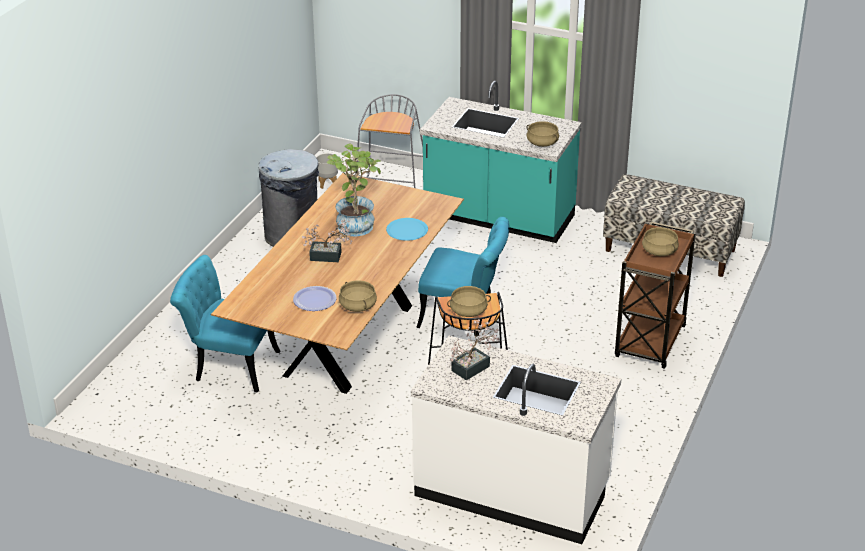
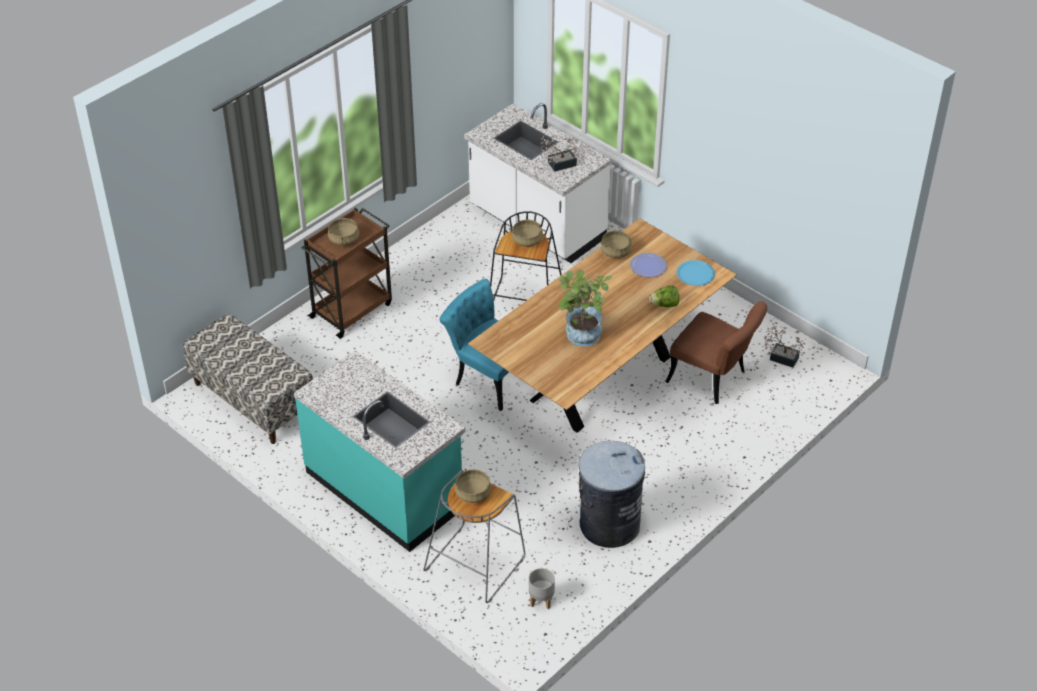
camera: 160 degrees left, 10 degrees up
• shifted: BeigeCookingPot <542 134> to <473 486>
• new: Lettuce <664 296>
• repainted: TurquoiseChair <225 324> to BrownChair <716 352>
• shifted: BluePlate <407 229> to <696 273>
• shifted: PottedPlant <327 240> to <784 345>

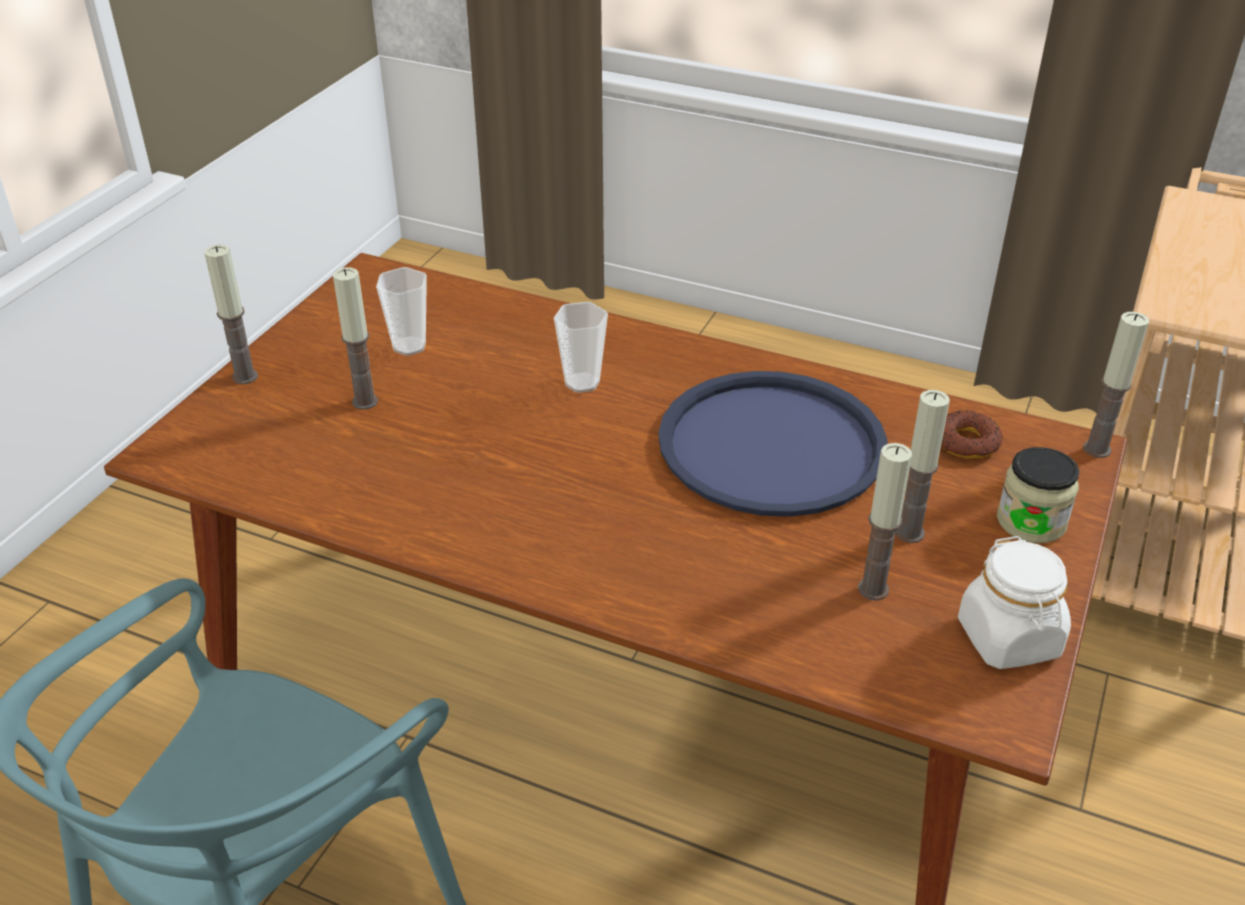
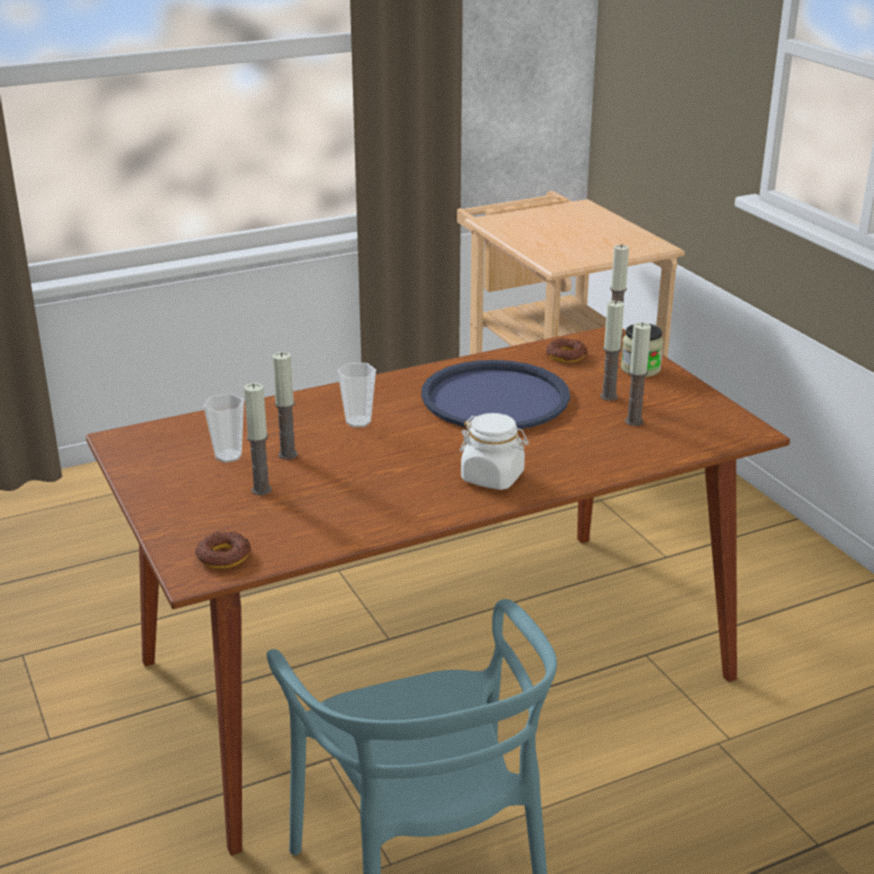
camera: 50 degrees left, 10 degrees down
• new: Donut <223 550>
• shifted: Candle <231 314> to <285 406>
• shifted: WhiteJar <1014 602> to <494 451>

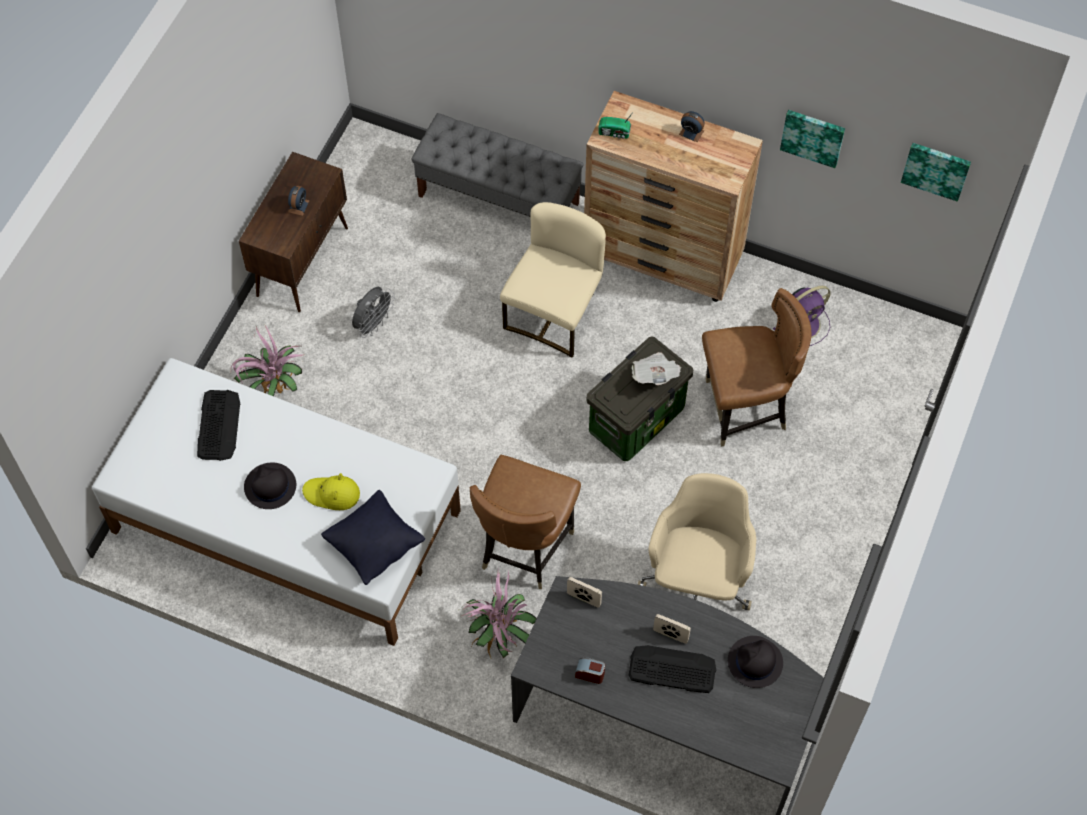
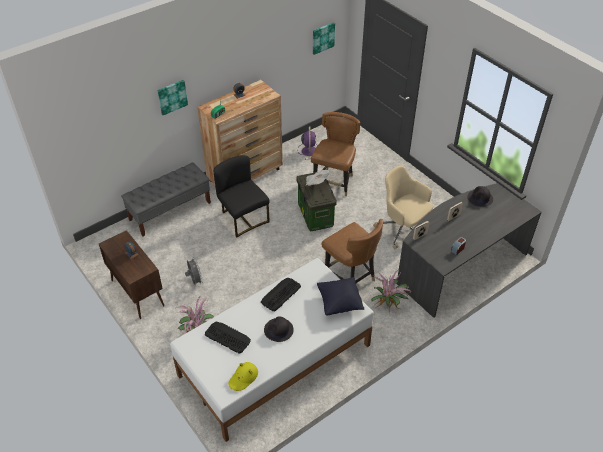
camera: 60 degrees left, 15 degrees down
• shifted: Picture <812 139> to <172 97>
• repainted: BeigeChair <553 280> to BlackChair <241 196>
• shifted: YellowHat <331 491> to <243 376>
• shifted: Keyboard <672 669> to <281 294>

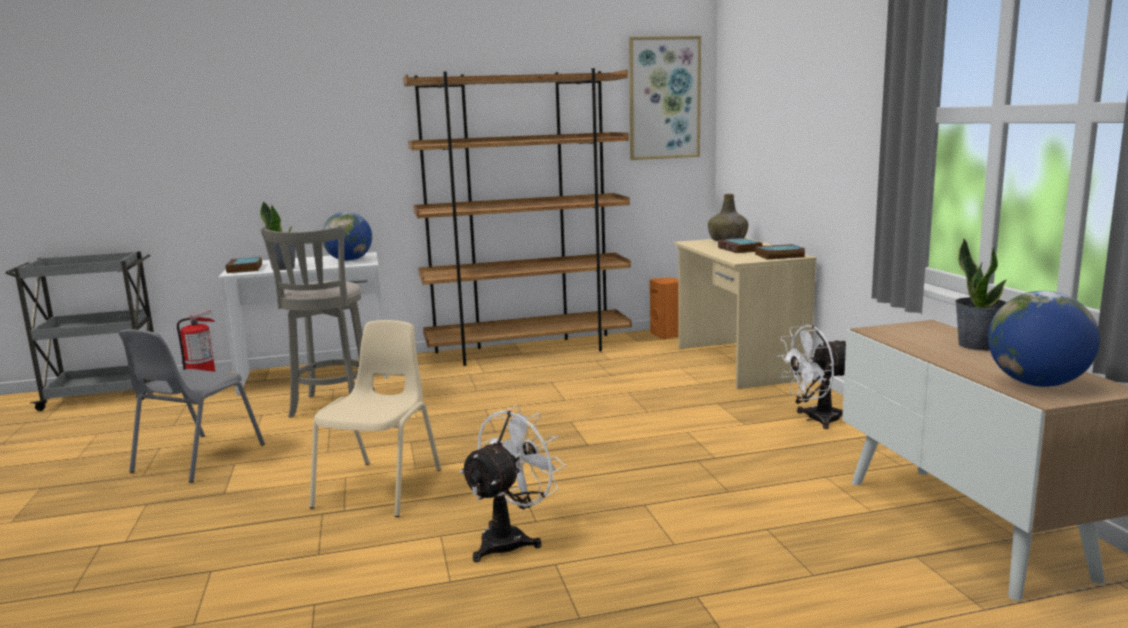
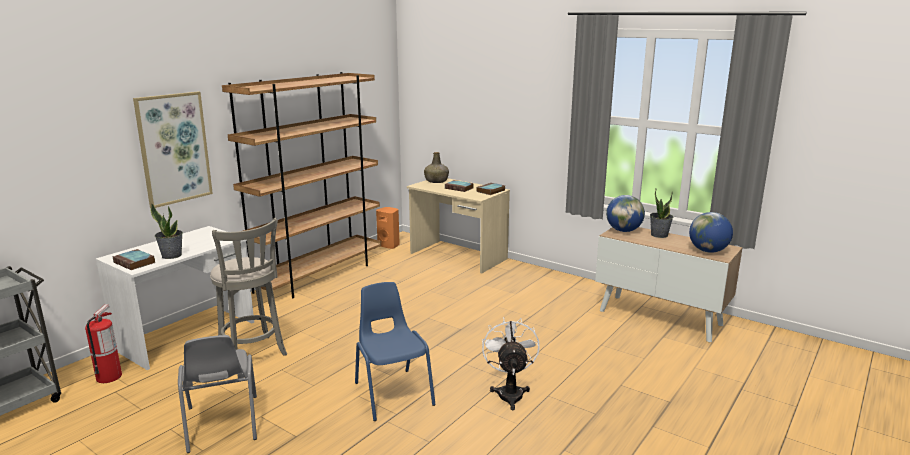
camera: 40 degrees left, 5 degrees up
• shifted: Picture <665 98> to <173 149>
• repainted: BeigeChair <375 418> to BlueChair <395 351>
• shifted: Globe <347 236> to <625 213>
• gone: WhiteFan <811 377>

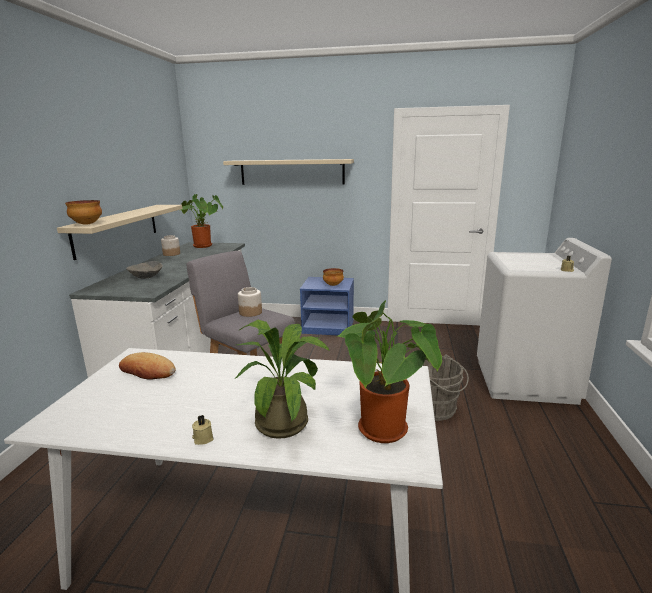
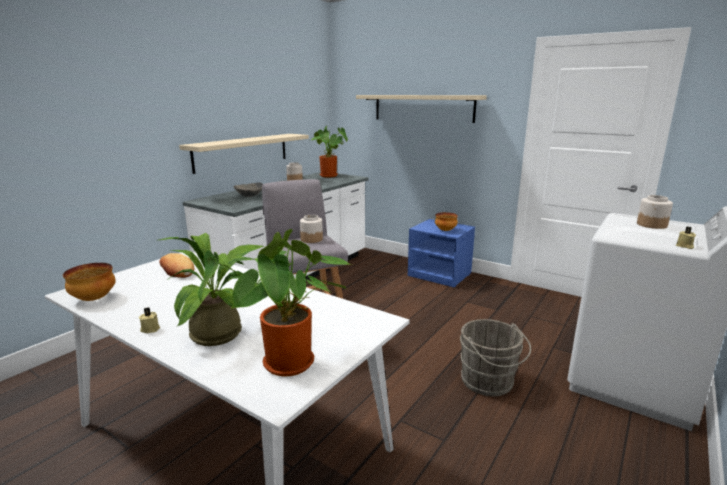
camera: 25 degrees right, 0 degrees up
• shifted: Bowl <83 212> to <89 282>
• new: Jar <655 212>

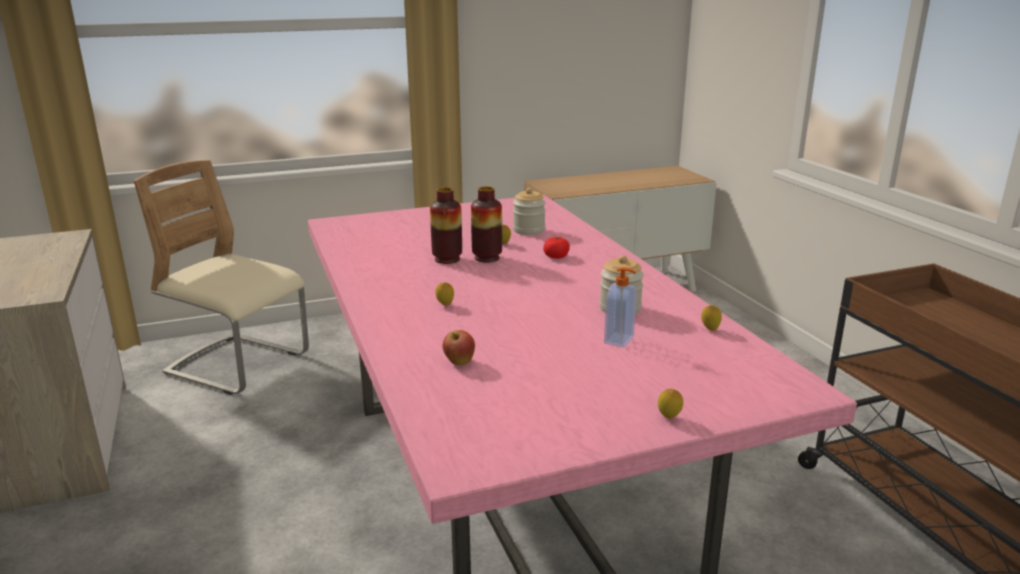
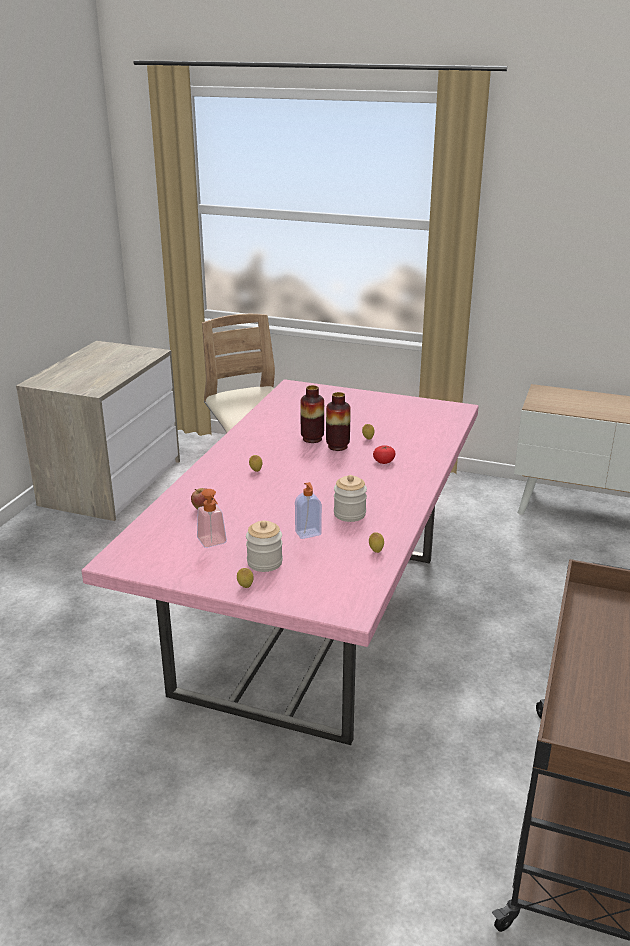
camera: 40 degrees right, 5 degrees up
• new: SoapDispenser <212 518>
• shifted: Jar <529 211> to <264 546>

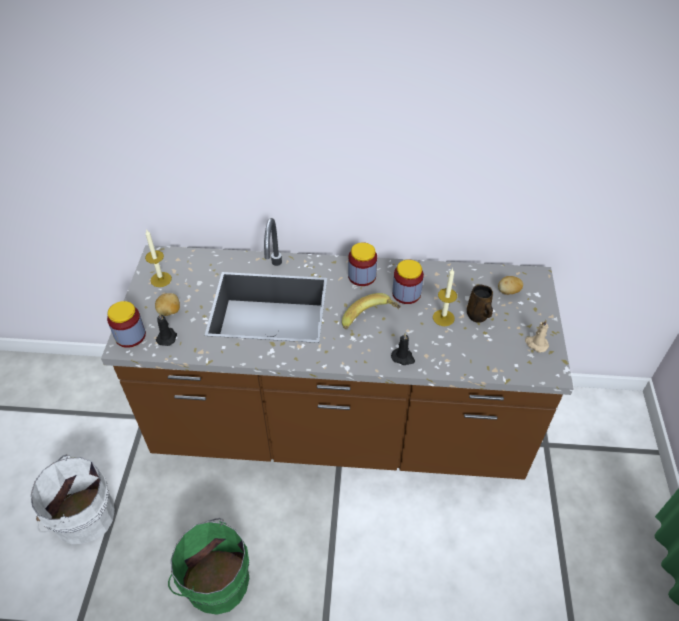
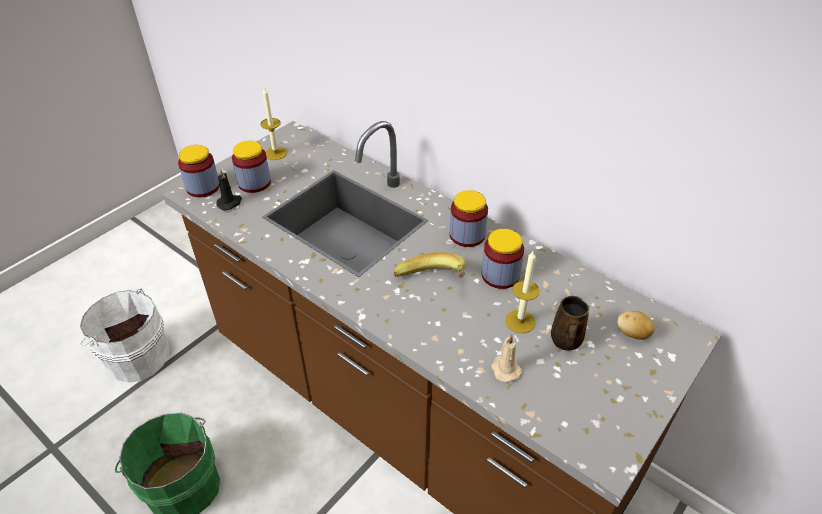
camera: 35 degrees right, 5 degrees down
• swapped: Potato <167 304> to Jar <251 167>
• shifted: BeigeCandle <537 335> to <506 358>
• gone: BlackCandle <403 348>

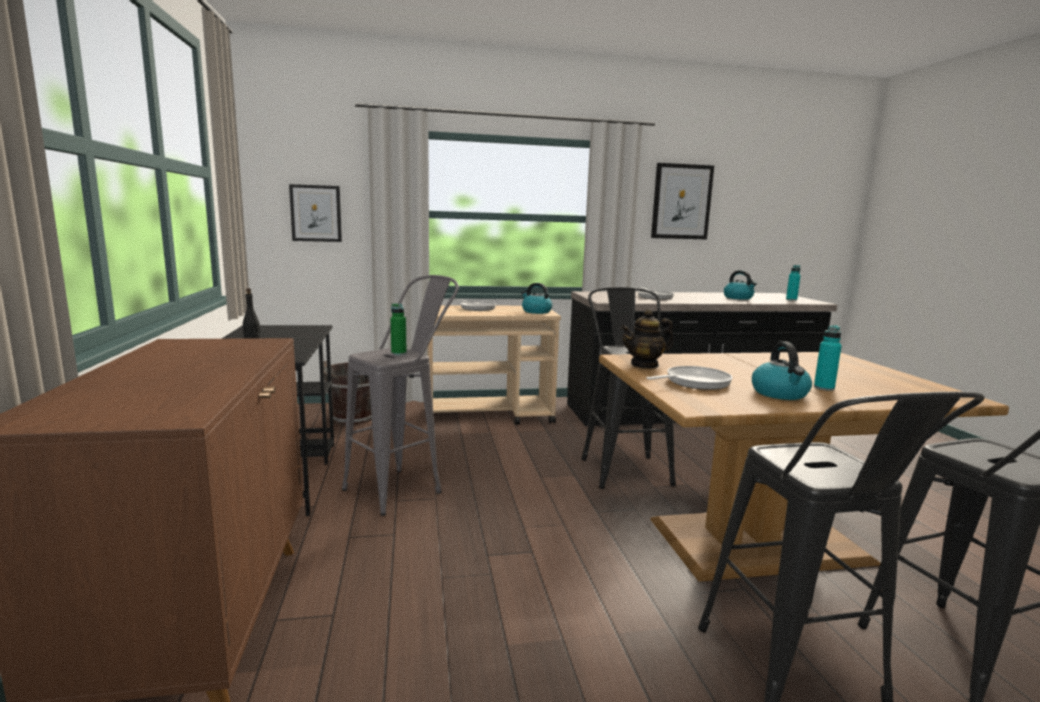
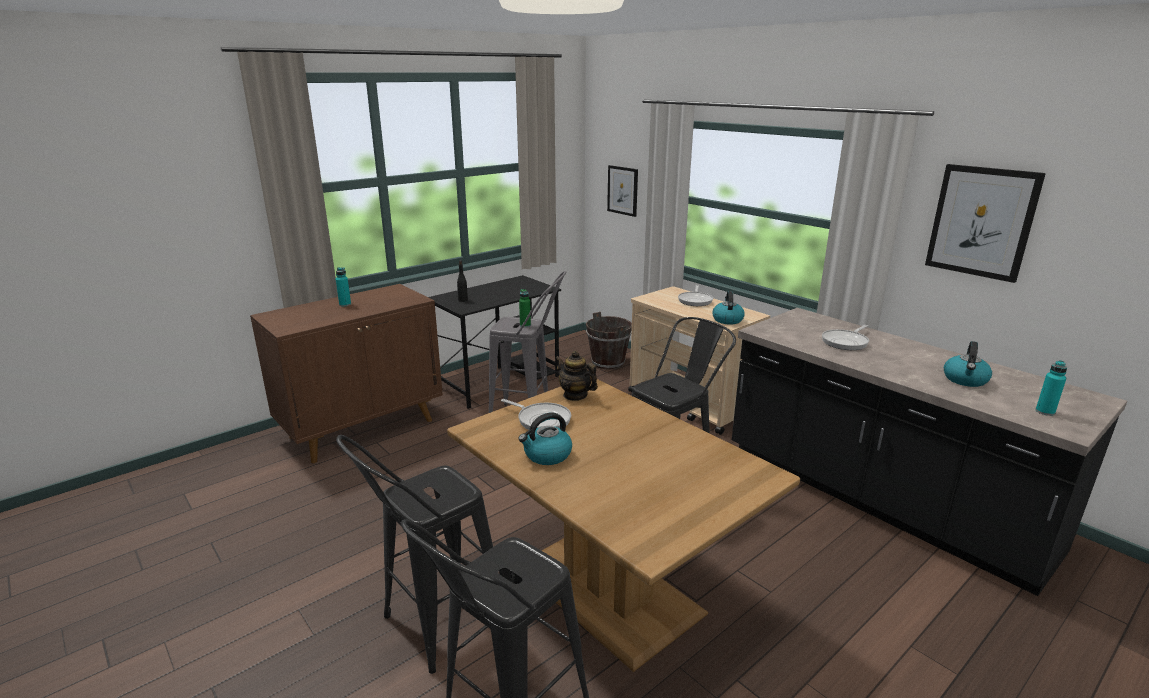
camera: 60 degrees right, 10 degrees up
• shifted: TurquoiseBottle <828 358> to <343 286>

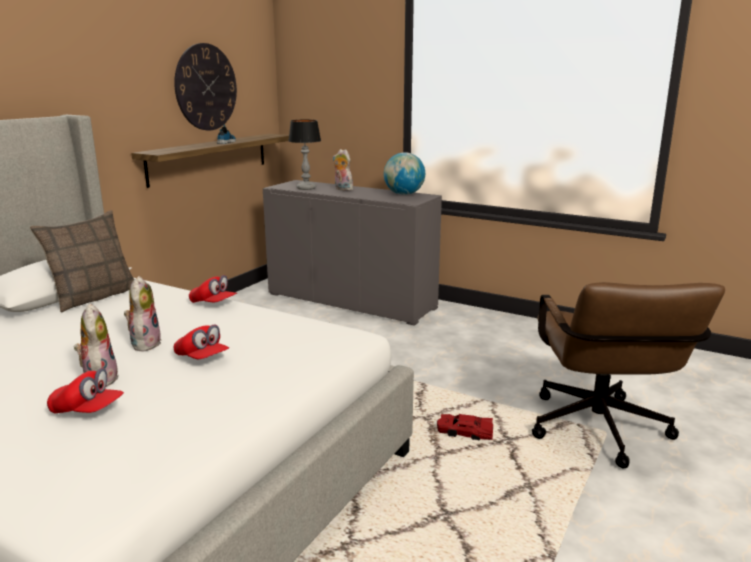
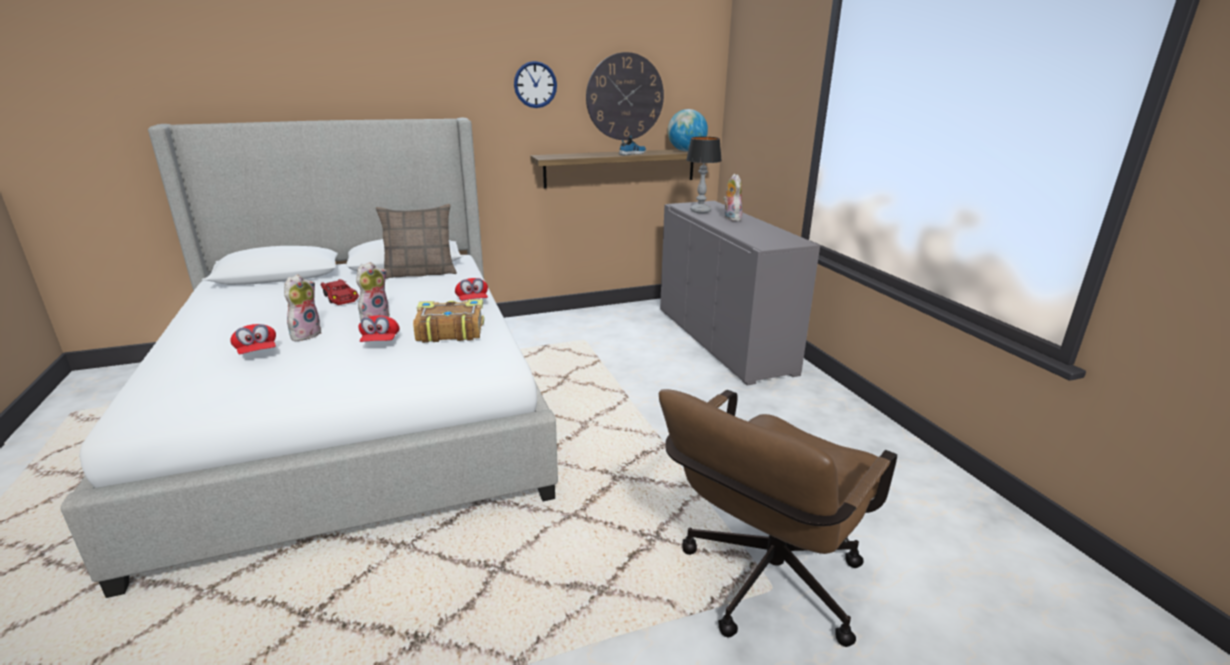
camera: 40 degrees right, 5 degrees up
• shifted: RedToyCar <465 427> to <340 292>
• new: Book <448 321>
• new: WallClock <535 84>
• shifted: Globe <404 173> to <688 130>

